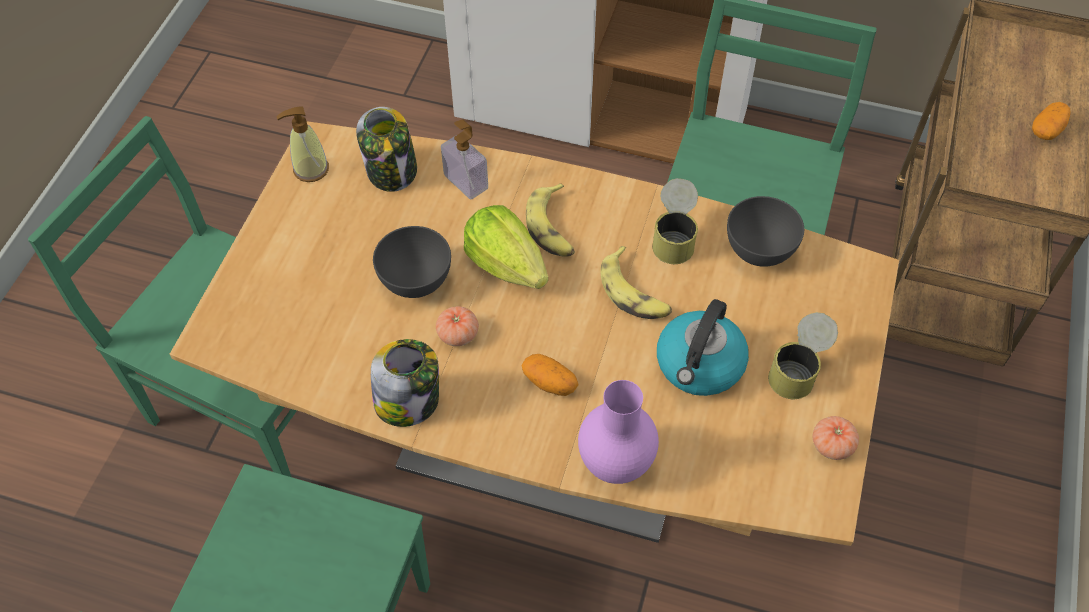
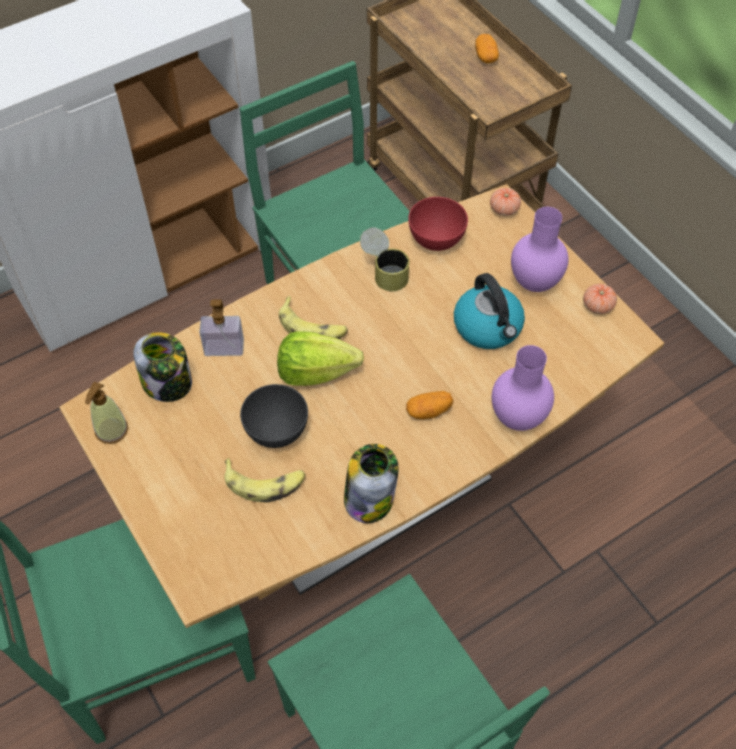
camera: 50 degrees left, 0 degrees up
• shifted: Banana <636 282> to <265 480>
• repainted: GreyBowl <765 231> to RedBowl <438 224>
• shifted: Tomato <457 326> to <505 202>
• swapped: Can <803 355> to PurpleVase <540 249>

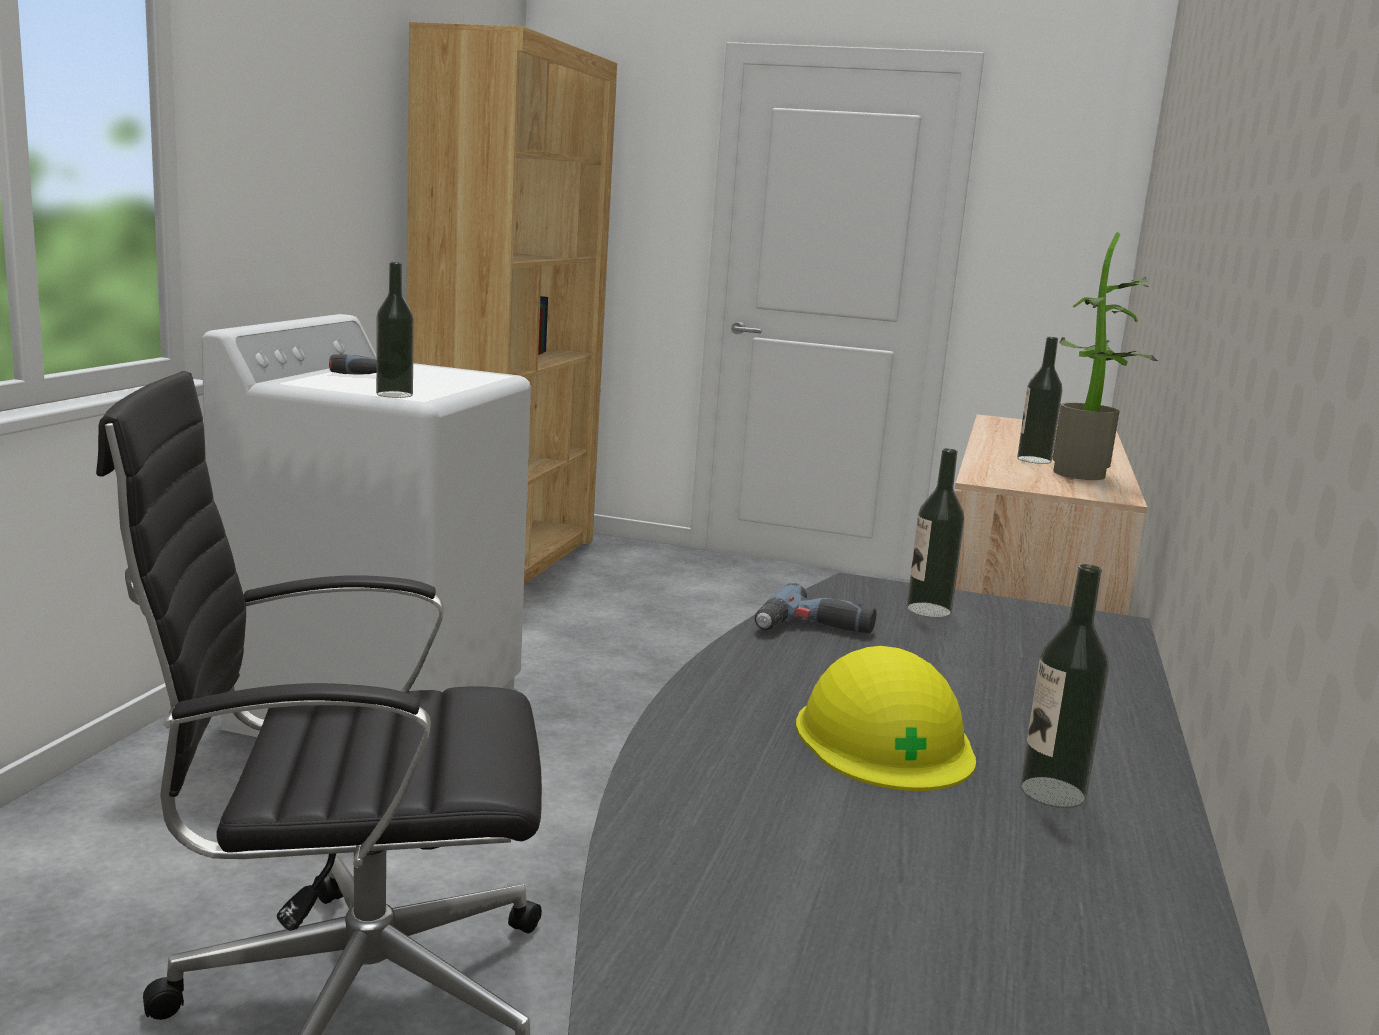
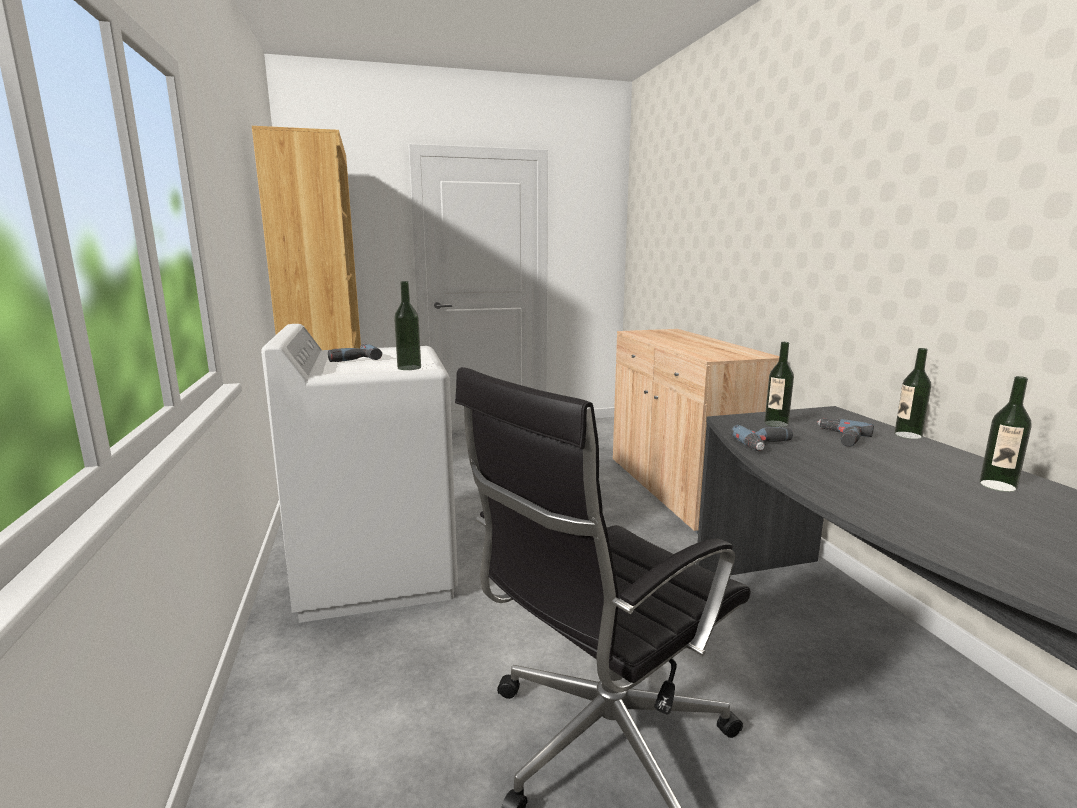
camera: 30 degrees left, 0 degrees up
• new: PowerDrill <845 432>
• shifted: Bottle <1039 400> to <913 393>
• gone: YellowHardHat <886 718>
• gone: PottedPlant <1105 356>

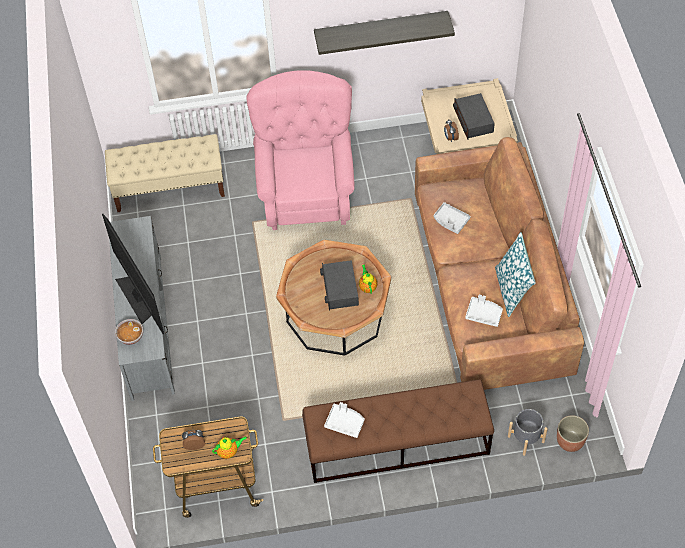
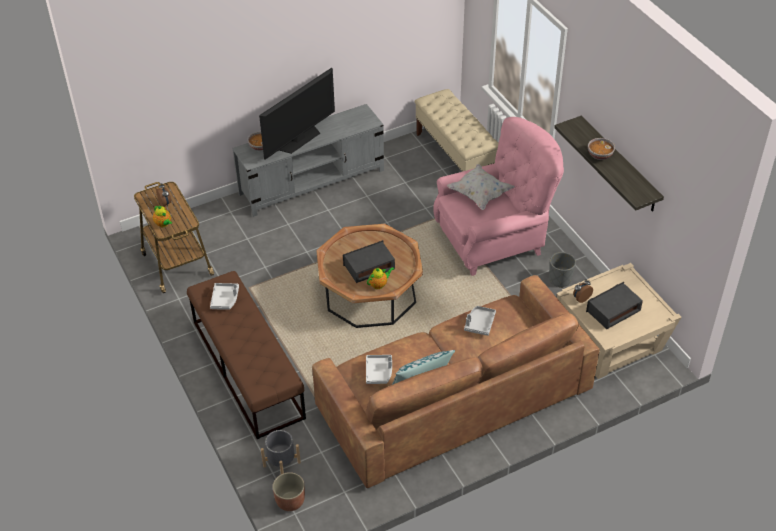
camera: 70 degrees right, 10 degrees down
• new: WhitePillow <481 187>
• new: GreyPlanter <562 270>
• new: Bowl <601 149>

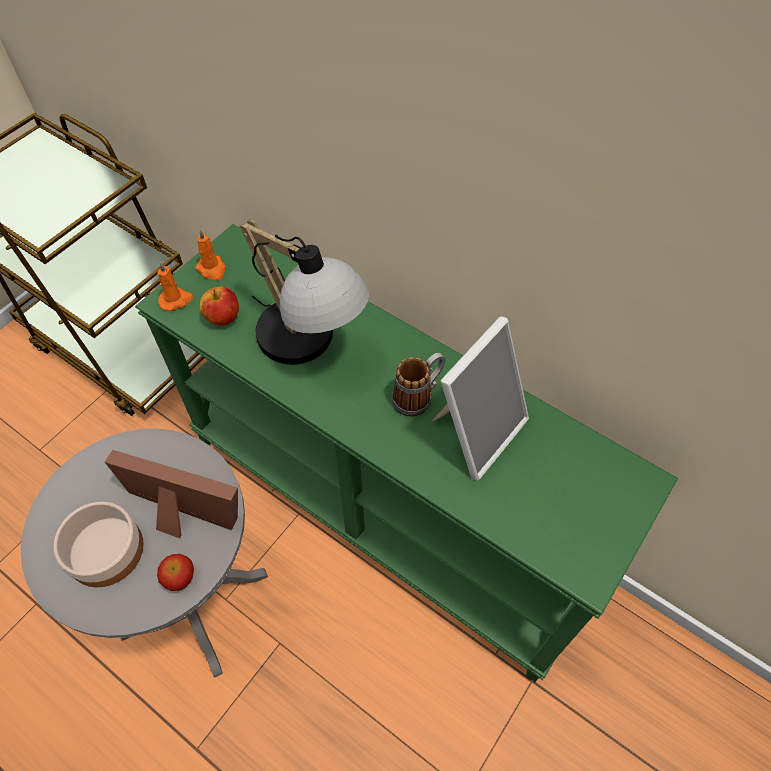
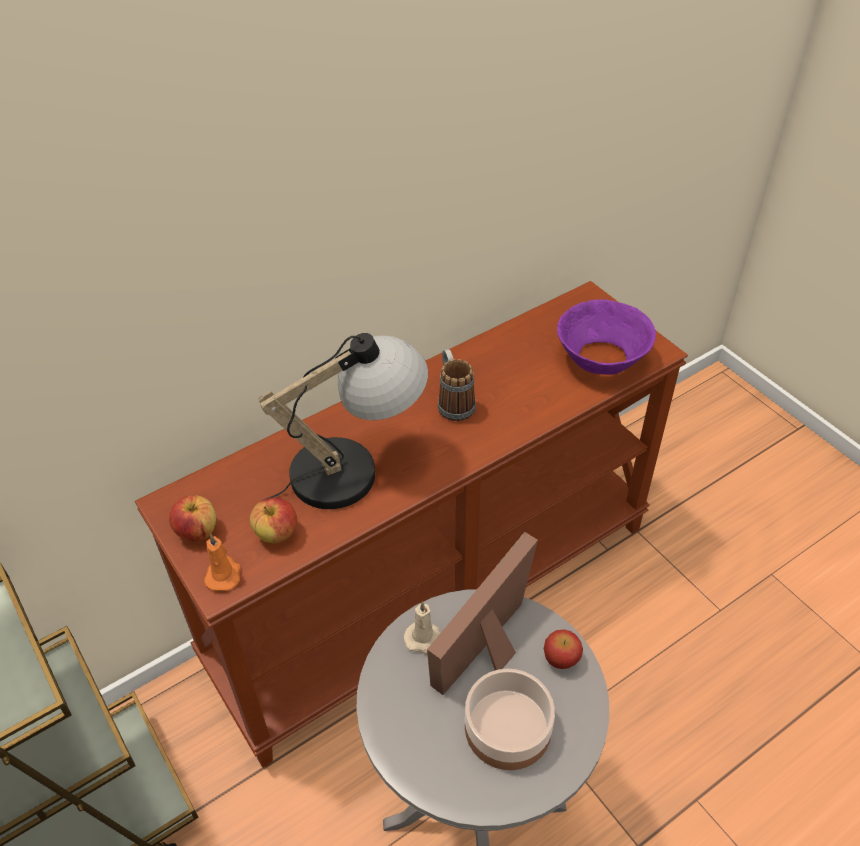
camera: 70 degrees left, 10 degrees down
• repainted: GreenConsoleTable <406 453> to BrownConsoleTable <411 524>
• swapped: OrangeCandle <211 255> to Apple <192 518>
• new: BeigeCandle <422 627>
• new: PurpleBowl <606 337>
• gone: PictureFrame <480 398>

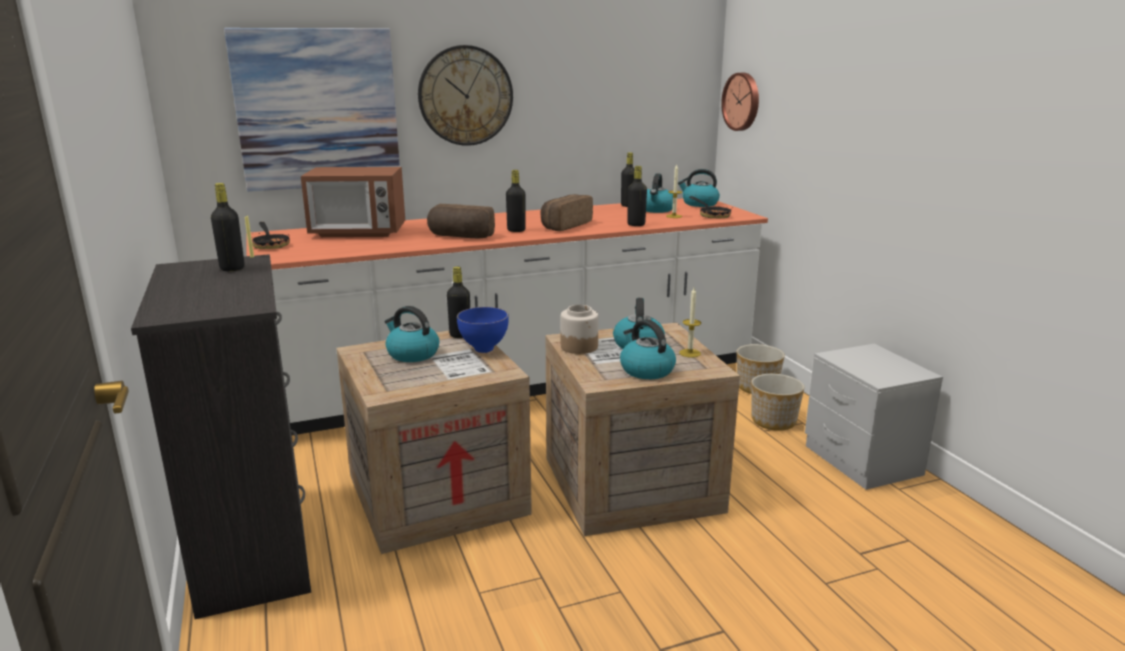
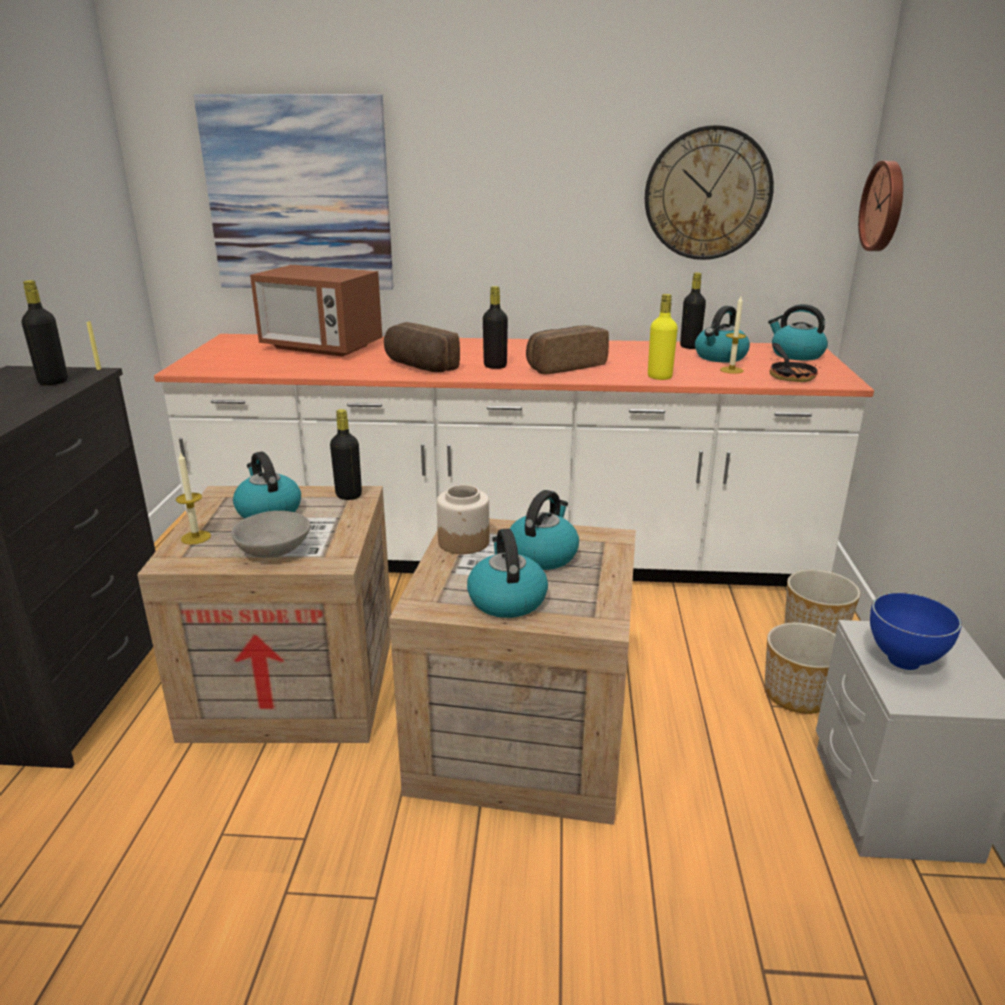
camera: 25 degrees right, 5 degrees up
• shifted: Candle <690 323> to <193 498>
• new: GreyBowl <270 534>
• shifted: WallClock <465 95> to <709 192>
• repainted: BlackBottle <637 196> to YellowBottle <663 337>
• shifted: BlueBowl <483 330> to <916 631>
• gone: FryingPan <271 235>

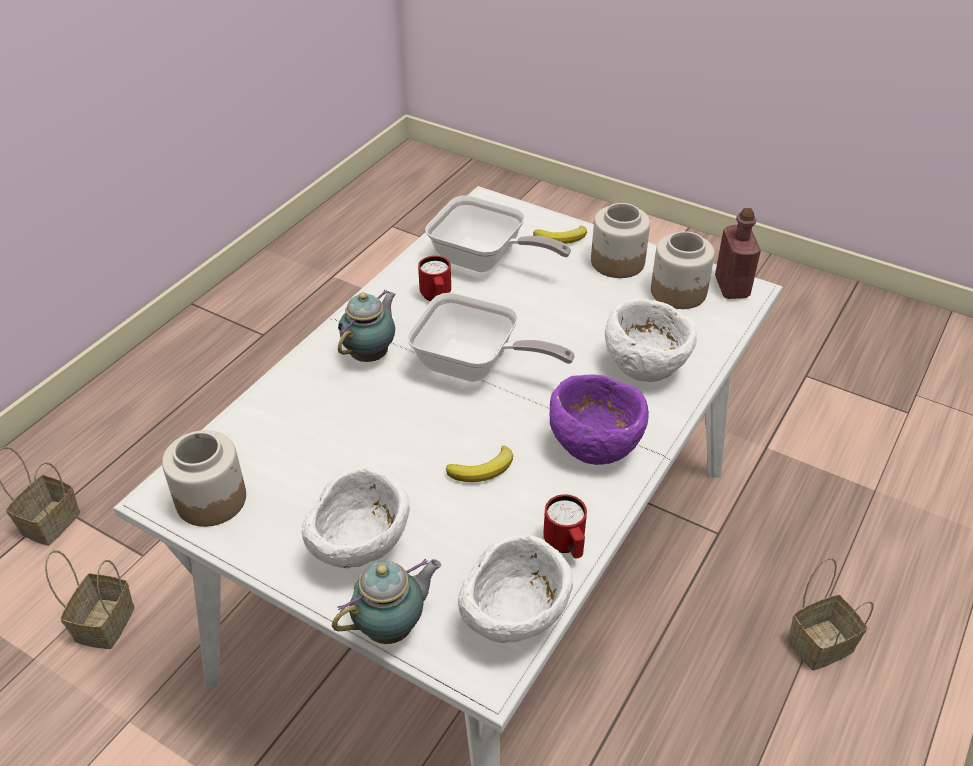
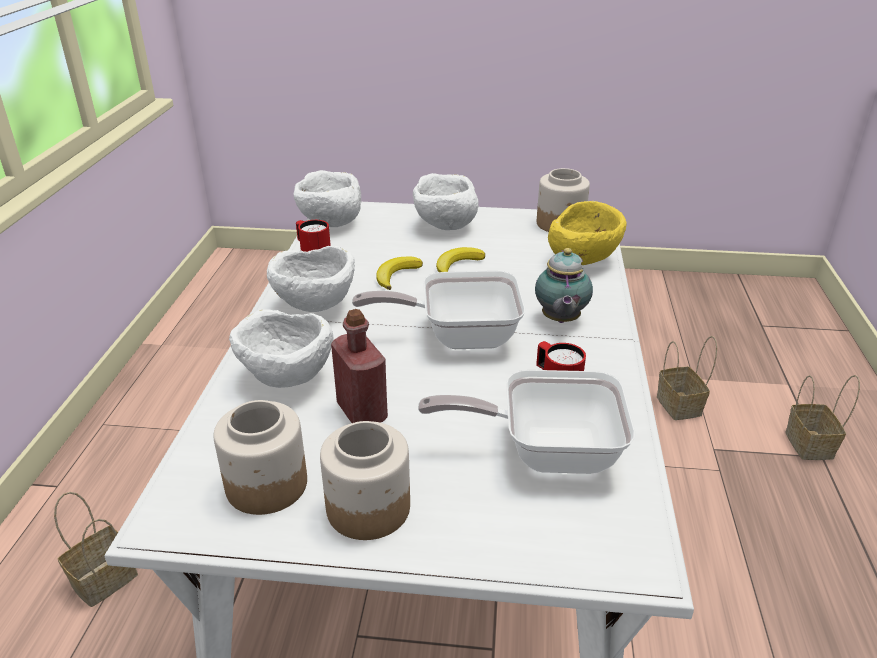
camera: 155 degrees right, 10 degrees down
• repainted: PurpleBowl <599 420> to WhiteBowl <311 279>
• shifted: RedBottle <738 253> to <359 366>
• shifted: Banana <560 235> to <460 259>
• new: YellowBowl <587 233>
• gone: Teapot <386 601>

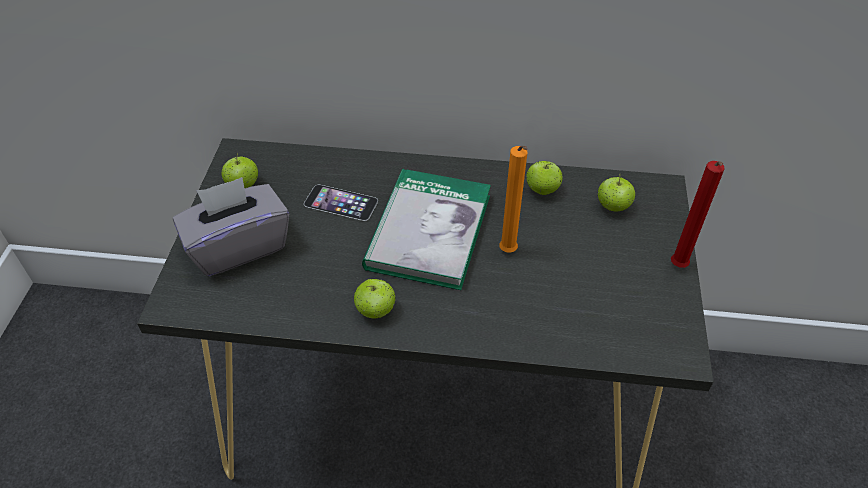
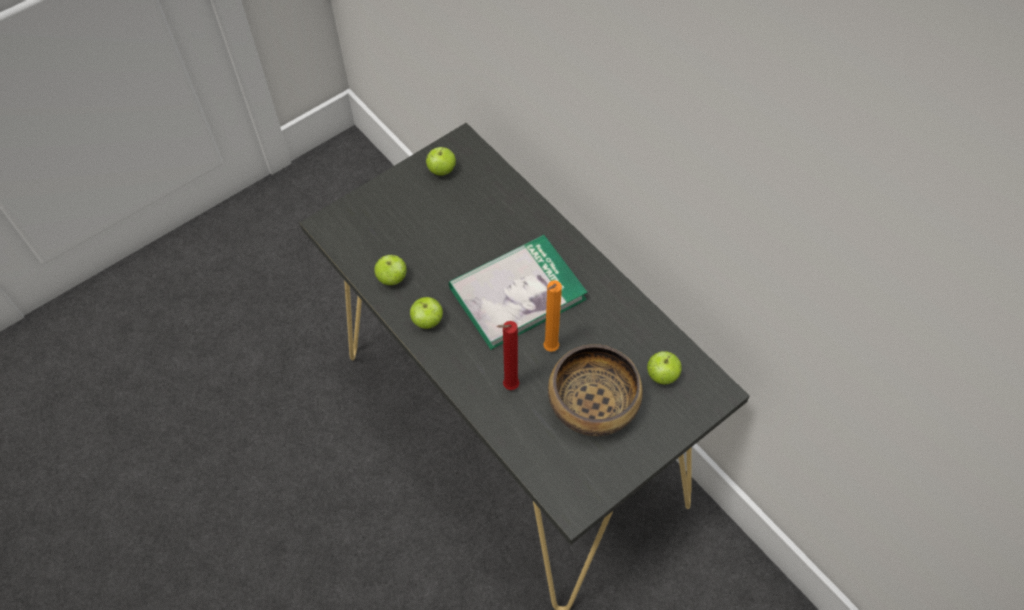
camera: 45 degrees right, 10 degrees up
• shifted: Apple <544 178> to <390 270>
• shifted: RedCandle <698 214> to <508 355>
• new: Bowl <595 390>
• gone: GreyTissueBox <231 226>
• gone: Phone <341 203>

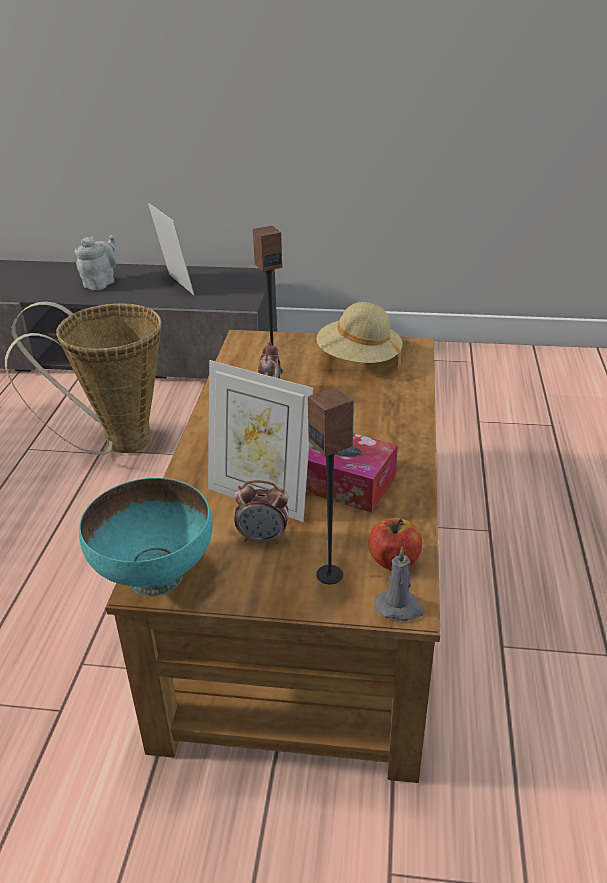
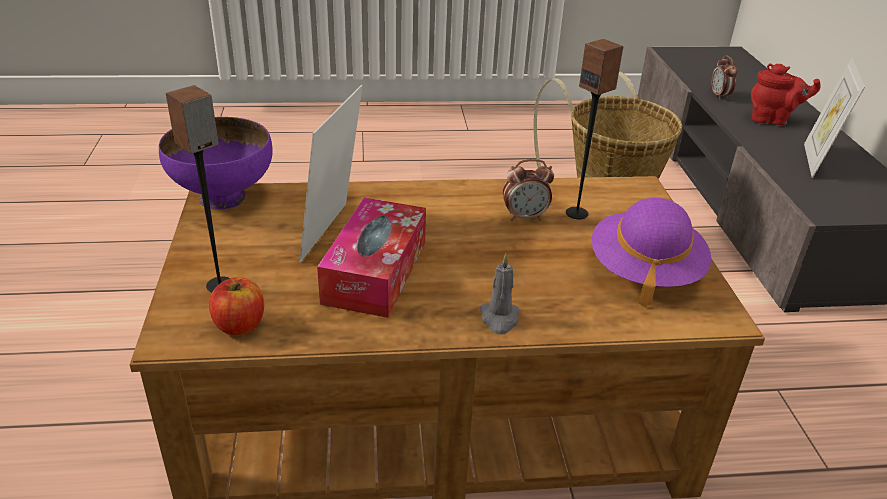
camera: 75 degrees right, 0 degrees up
• repainted: TurquoiseBowl <146 537> to PurpleBowl <216 163>
• shifted: GreyCandle <400 584> to <499 294>
• repainted: BeigeHat <359 335> to PurpleHat <651 252>
• shifted: AlarmClock <261 512> to <724 77>
• repainted: GreyTeapot <95 263> to RedTeapot <785 94>
• rotated: PictureFrame <171 249> = <834 118> 150 degrees clockwise

